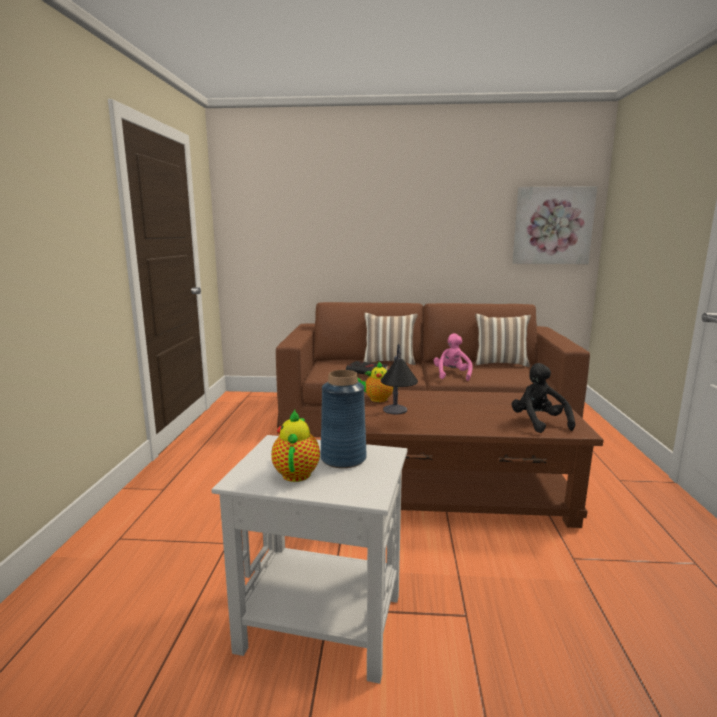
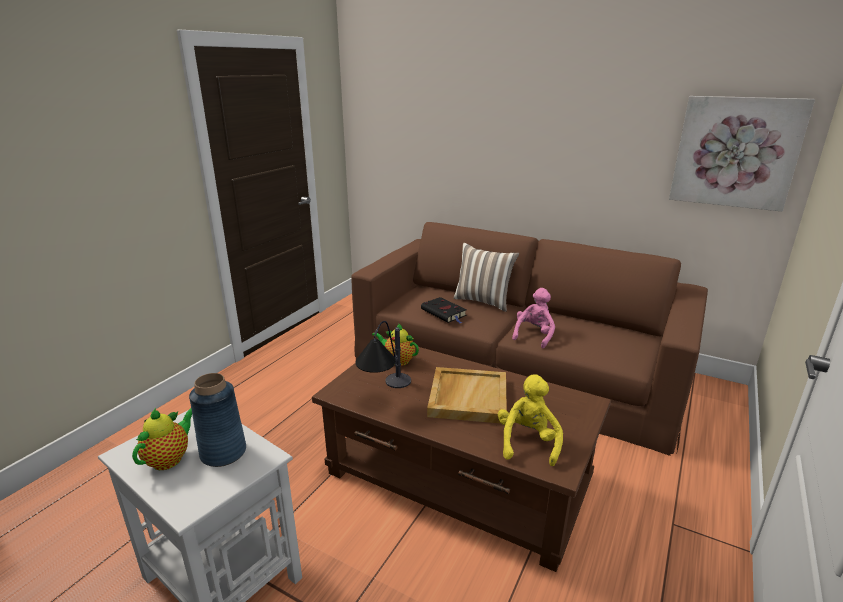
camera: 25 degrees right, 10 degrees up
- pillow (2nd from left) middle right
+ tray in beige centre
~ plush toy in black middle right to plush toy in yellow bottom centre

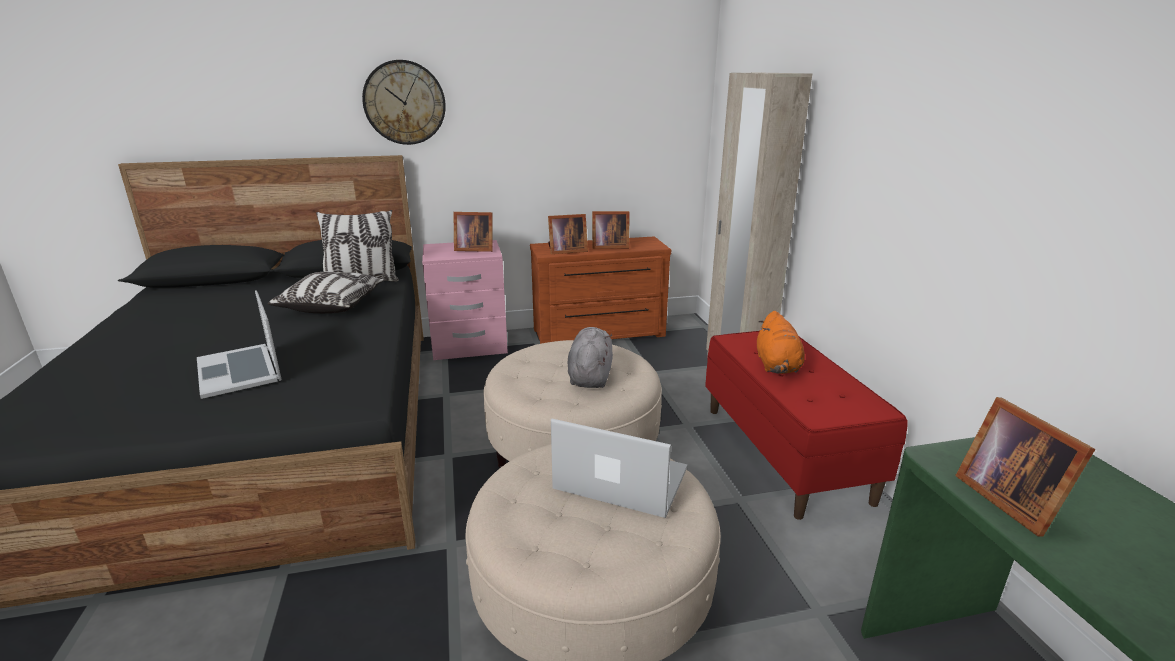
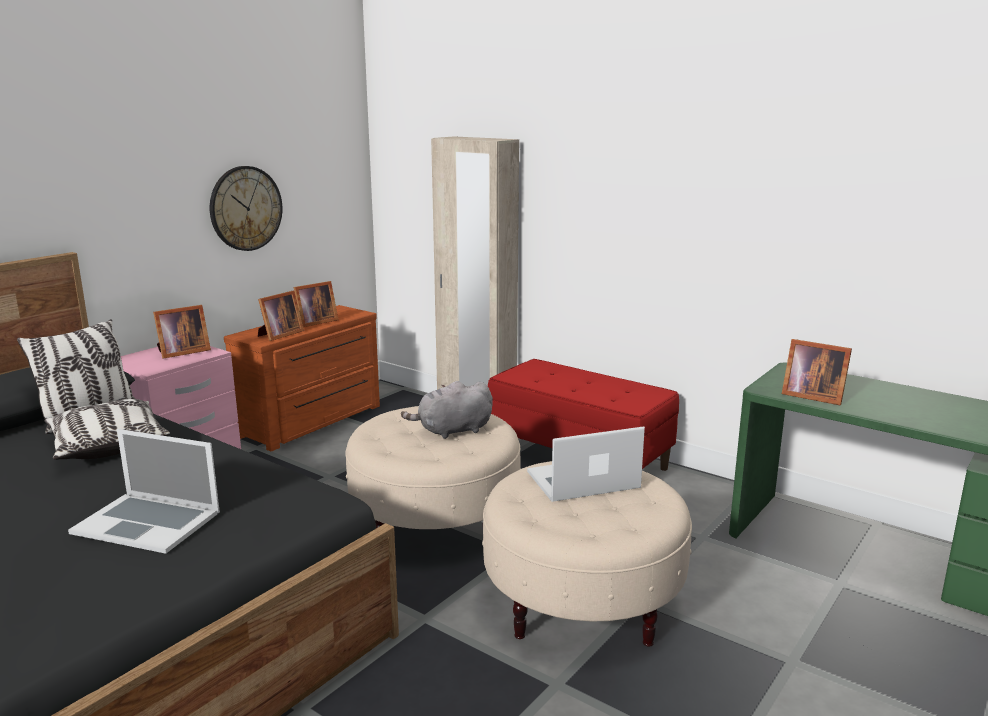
camera: 40 degrees left, 5 degrees down
- plush toy in orange centre
~ wall clock top centre to top left
~ plush toy in grey centre = centre 75 degrees counterclockwise

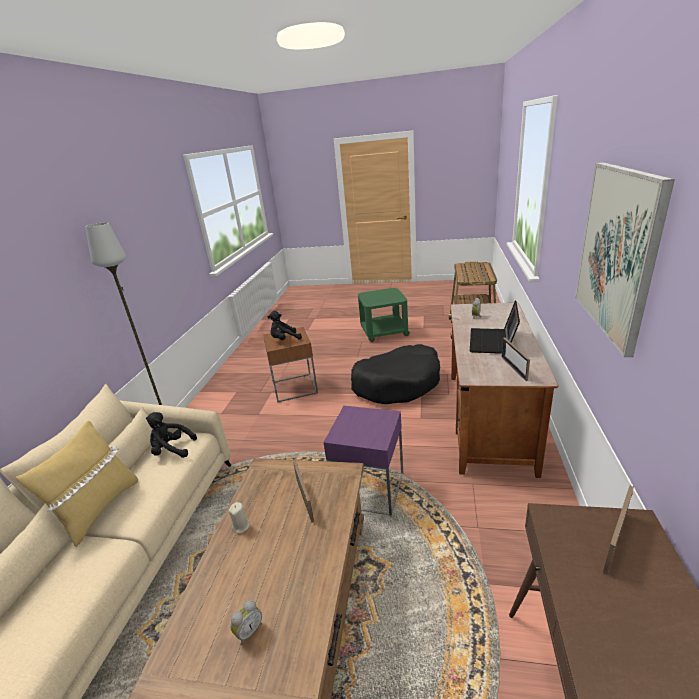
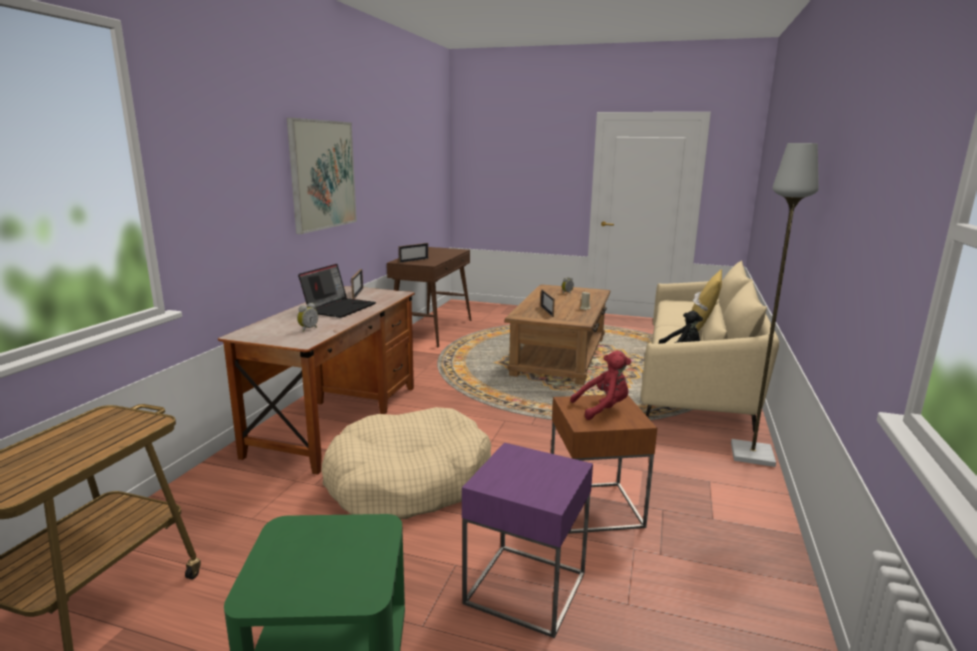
camera: 175 degrees left, 10 degrees down
~ side table in purple centre to bottom centre
~ plush toy in black (2nd from left) centre to plush toy in red centre
~ dog bed in black centre to dog bed in beige bottom centre

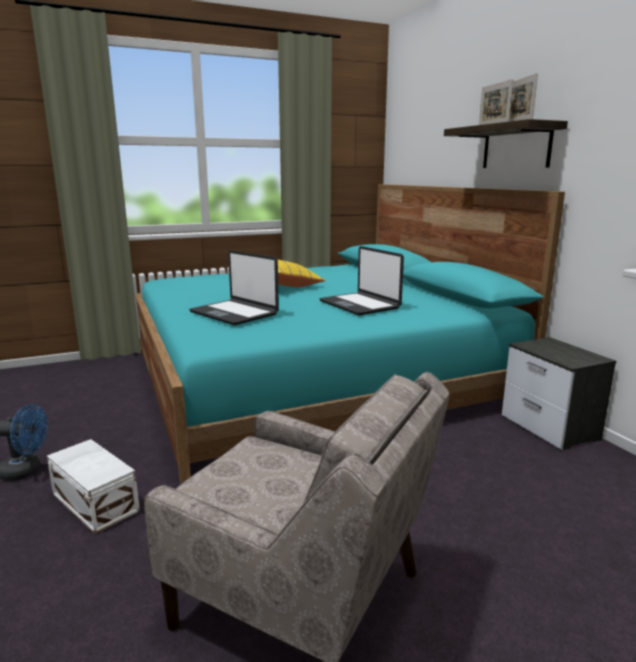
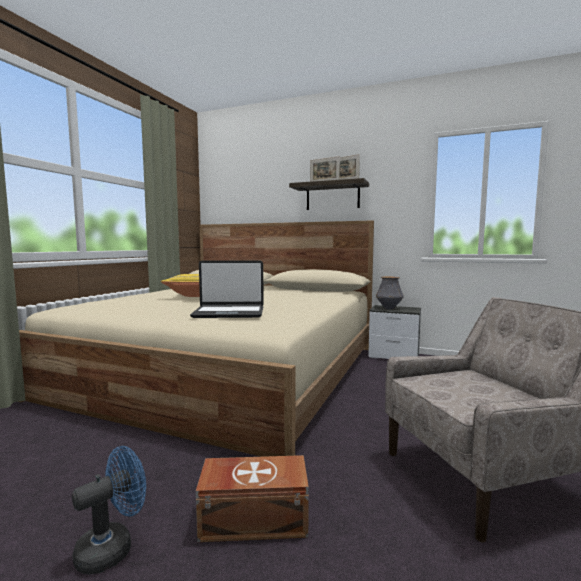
camera: 45 degrees left, 10 degrees down
- laptop (2nd from left) centre
+ vase middle right
~ storage box in white bottom left to storage box in brown bottom centre
~ bed in turquoise centre to bed in beige centre

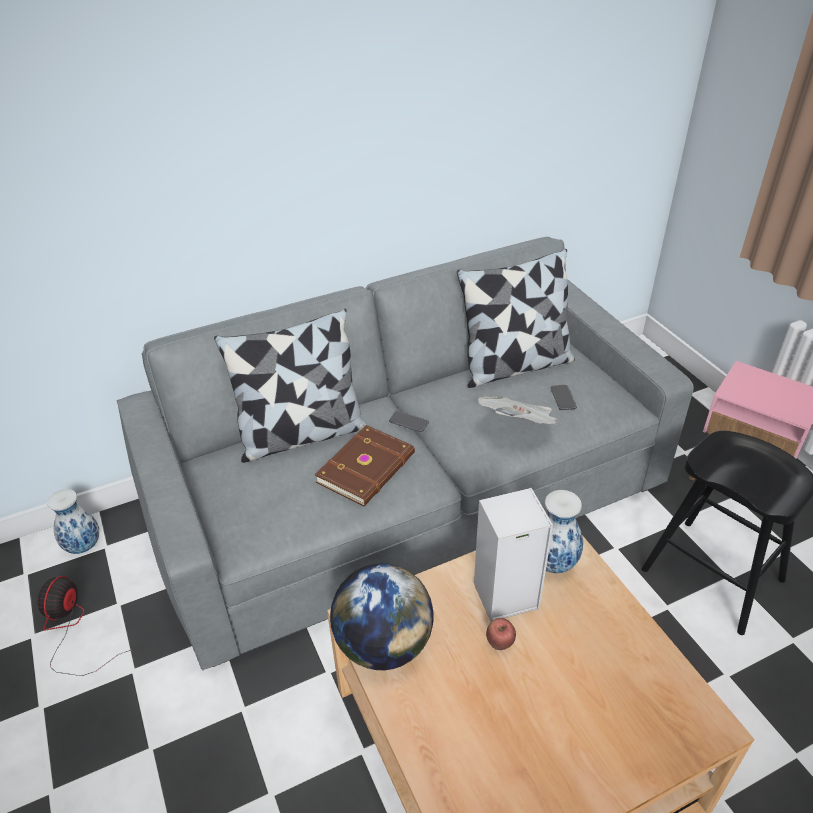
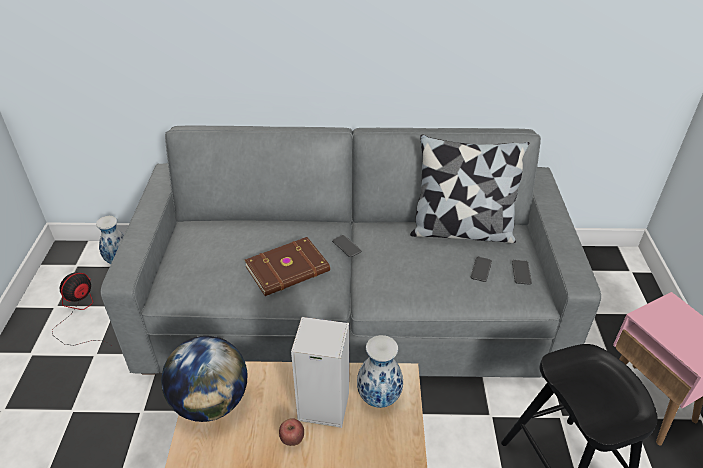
camera: 25 degrees right, 0 degrees up
- pillow (1st from left) centre
- newspaper centre
+ phone (3rd from left) middle right

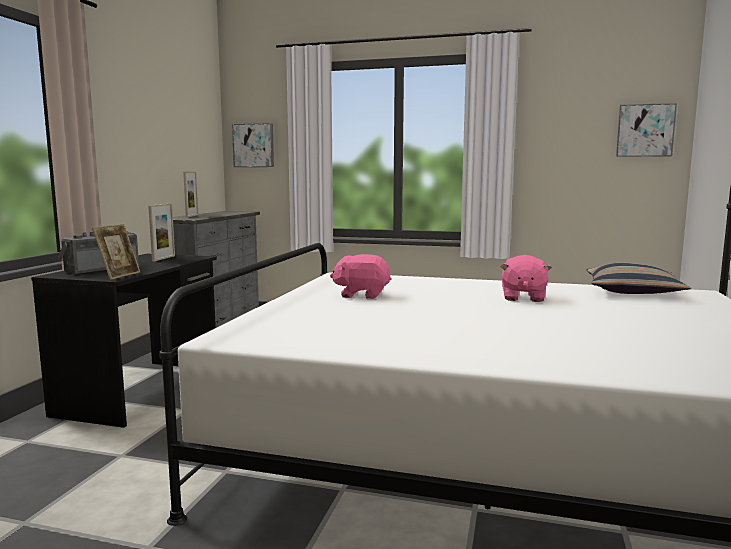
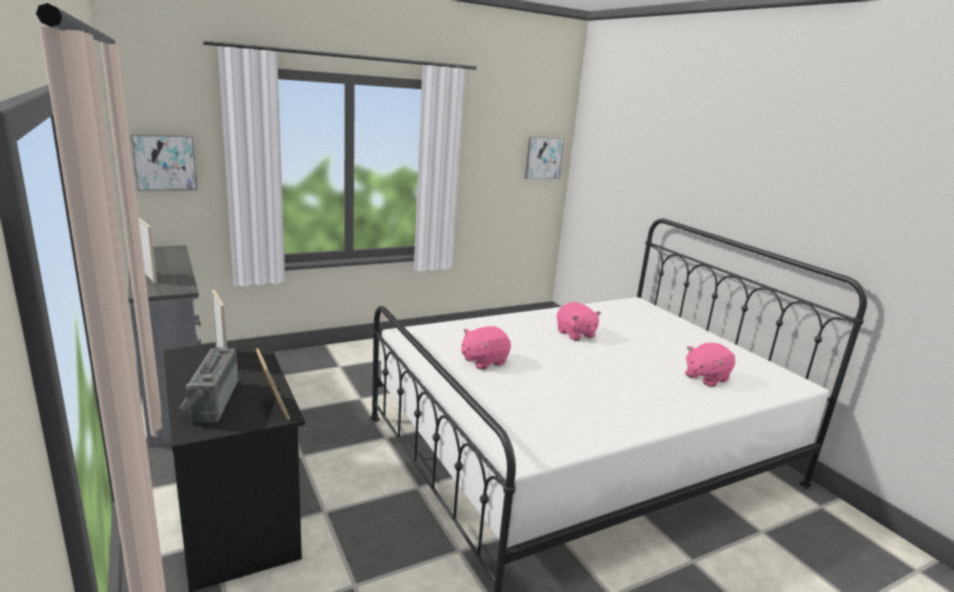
camera: 45 degrees left, 10 degrees up
- pillow middle right
+ plush toy in pink (3rd from left) middle right

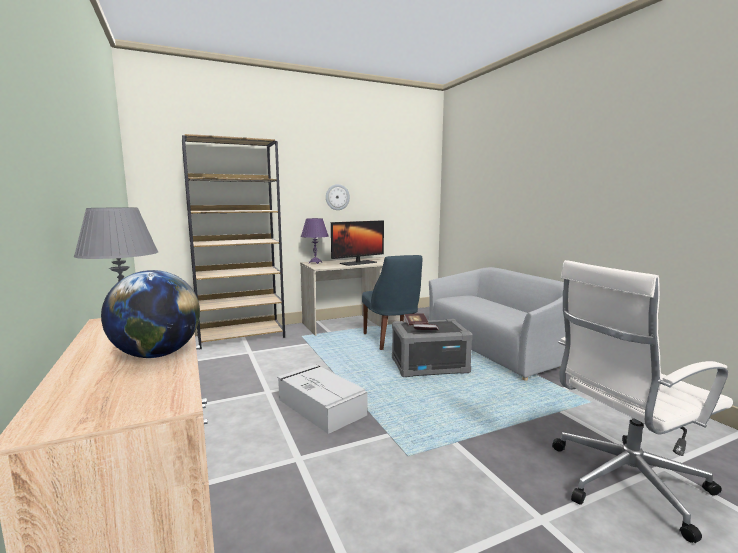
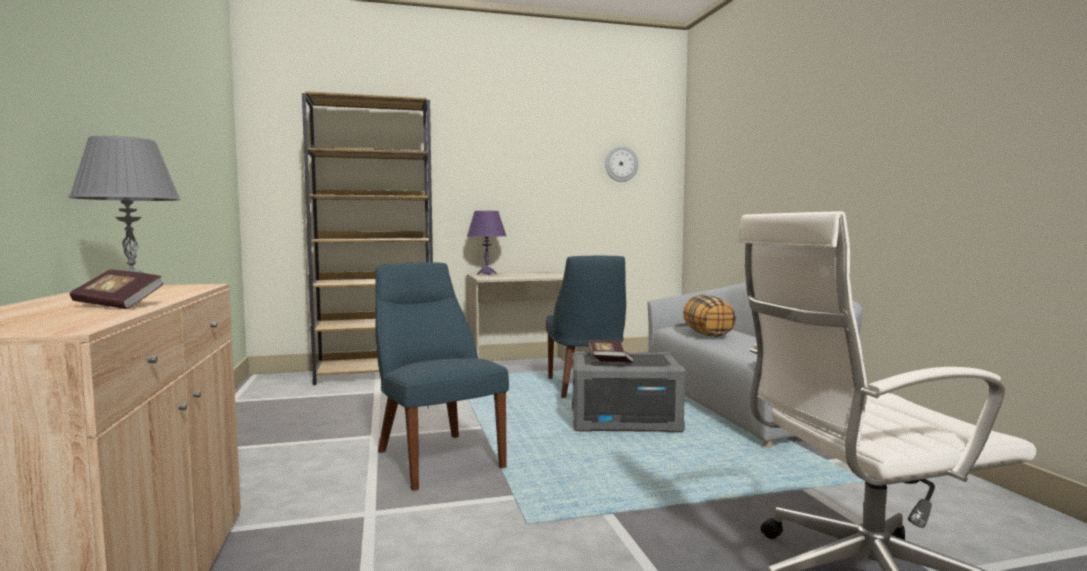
camera: 10 degrees right, 5 degrees down
- monitor centre
+ pillow centre
~ wall clock centre to top centre
~ globe middle left to book (1st from left) middle left
~ storage box in grey (1st from left) bottom centre to chair in blue (1st from left) centre

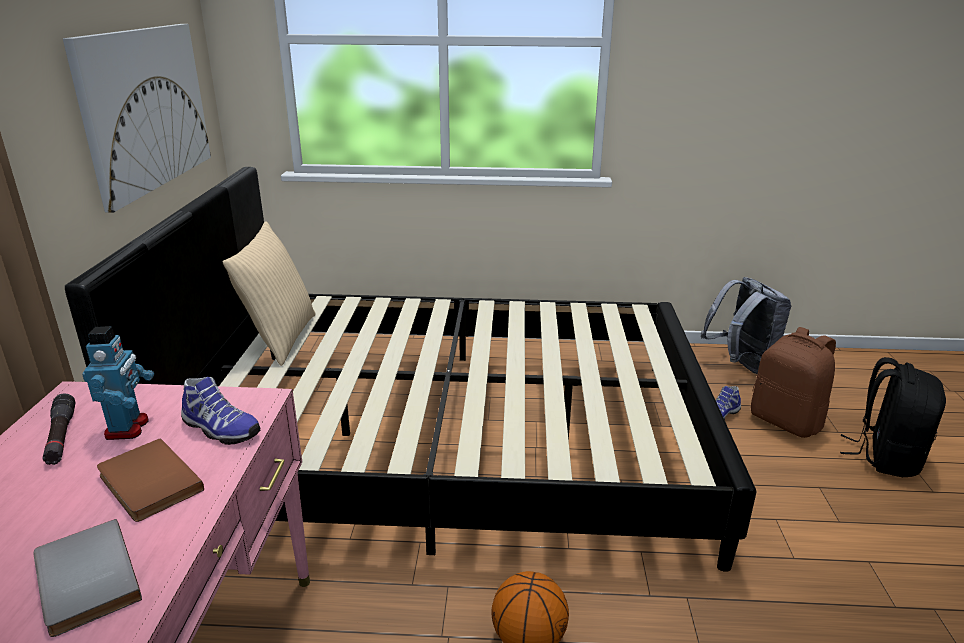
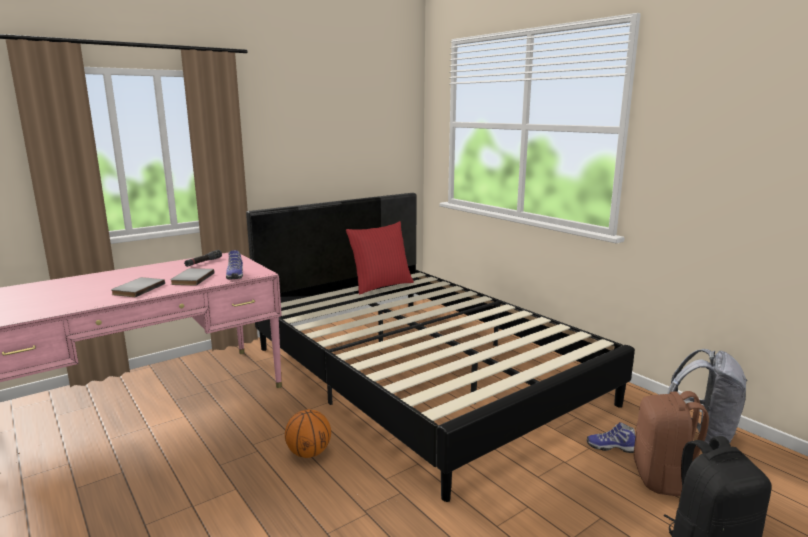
camera: 50 degrees right, 10 degrees down
- picture top left
- toy robot middle left
~ book in brown bottom left to book in grey (2nd from left) middle left
~ pillow in beige middle left to pillow in red centre

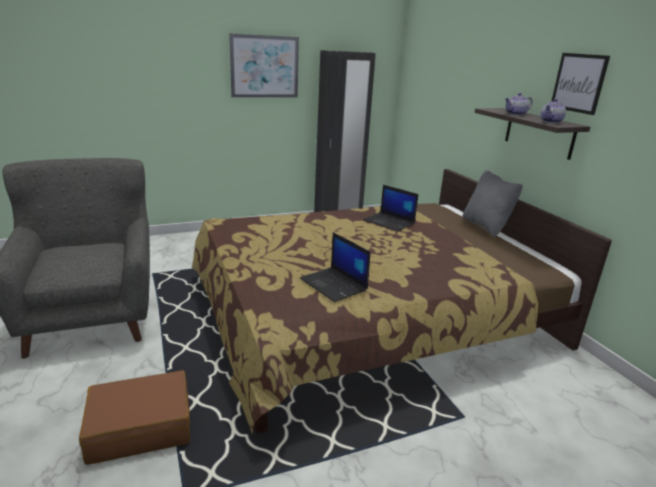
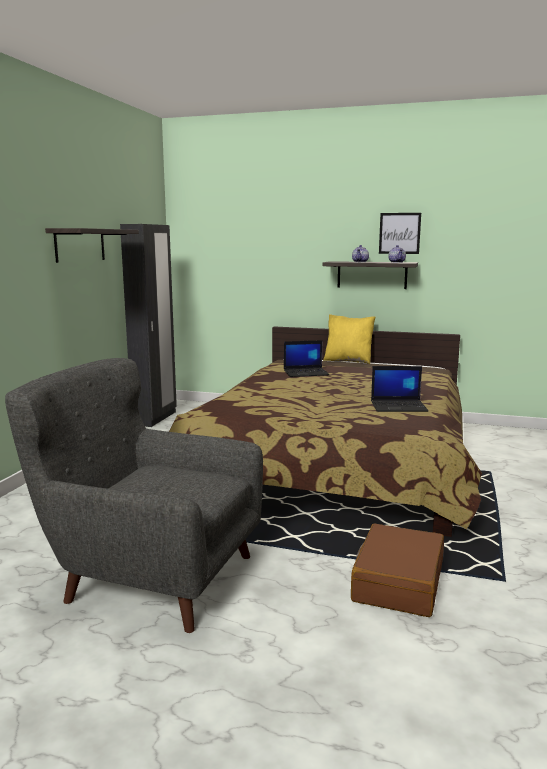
camera: 50 degrees left, 10 degrees down
~ picture (1st from left) top centre to shelf (1st from left) top left
~ pillow in grey middle right to pillow in yellow centre

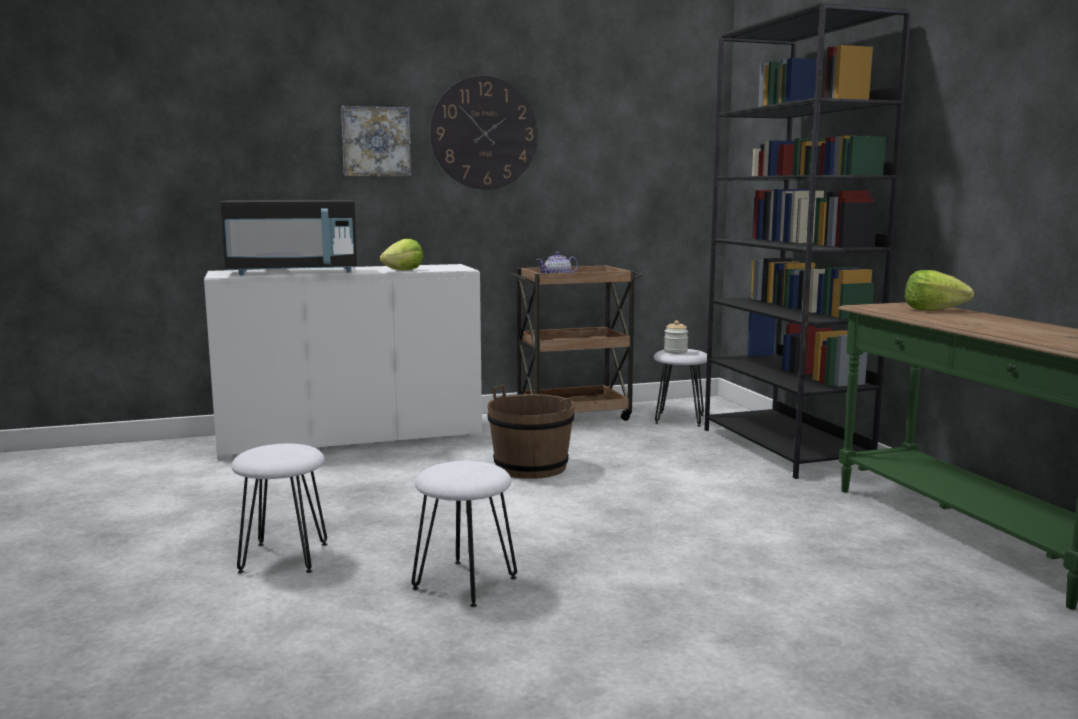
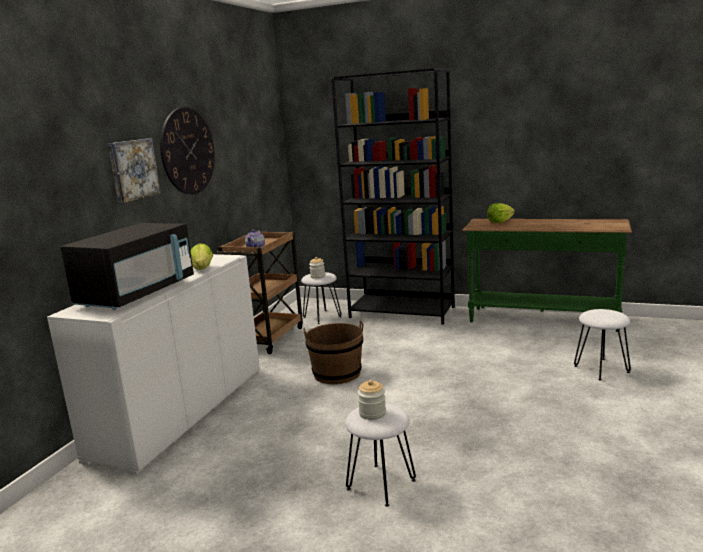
camera: 50 degrees left, 5 degrees up
+ jar (2nd from left) bottom centre
~ stool in white (2nd from left in the first image) bottom centre to stool in white (3rd from left) middle right

